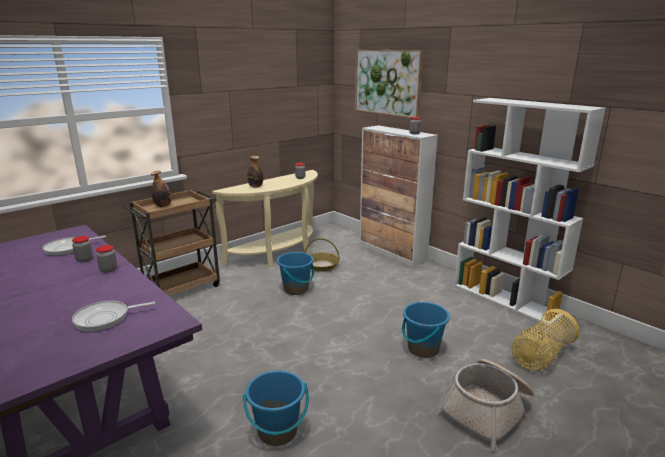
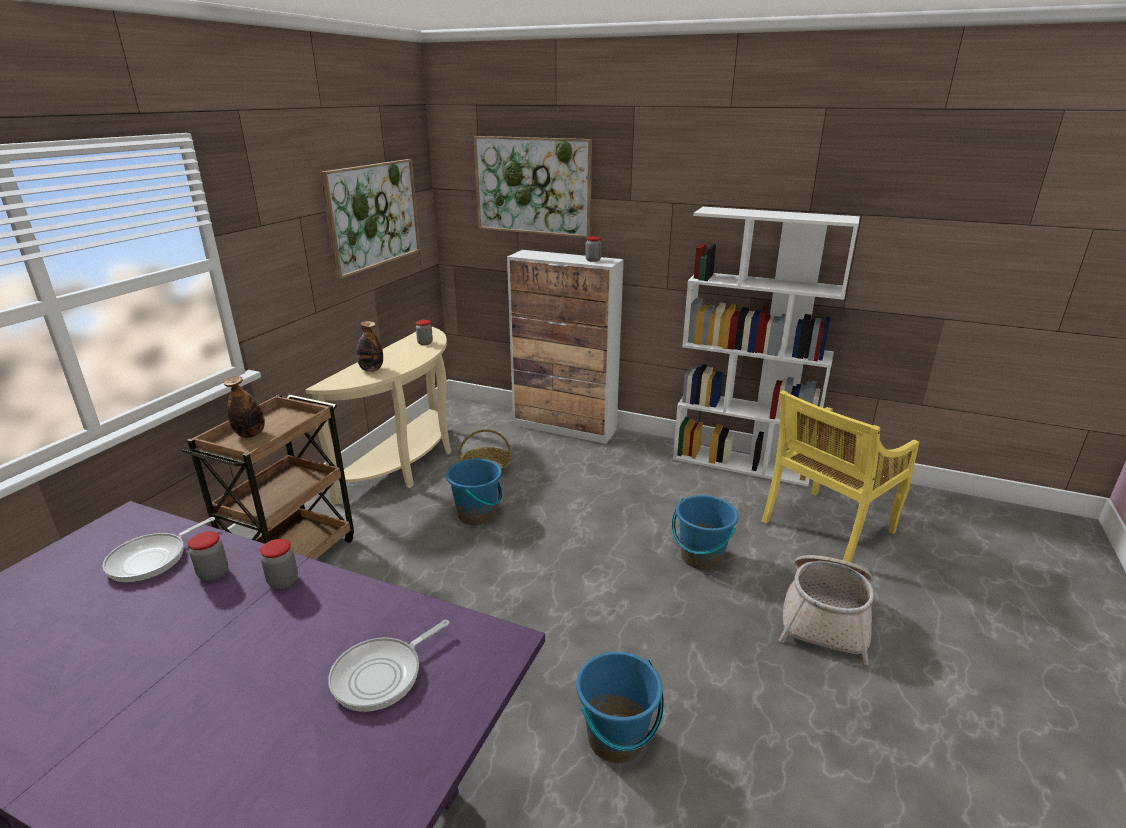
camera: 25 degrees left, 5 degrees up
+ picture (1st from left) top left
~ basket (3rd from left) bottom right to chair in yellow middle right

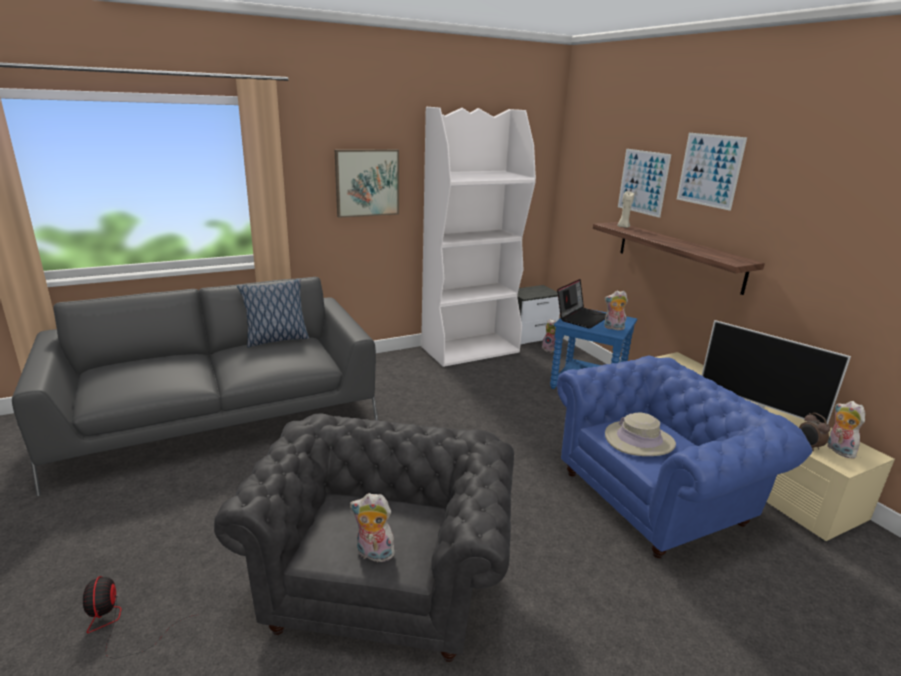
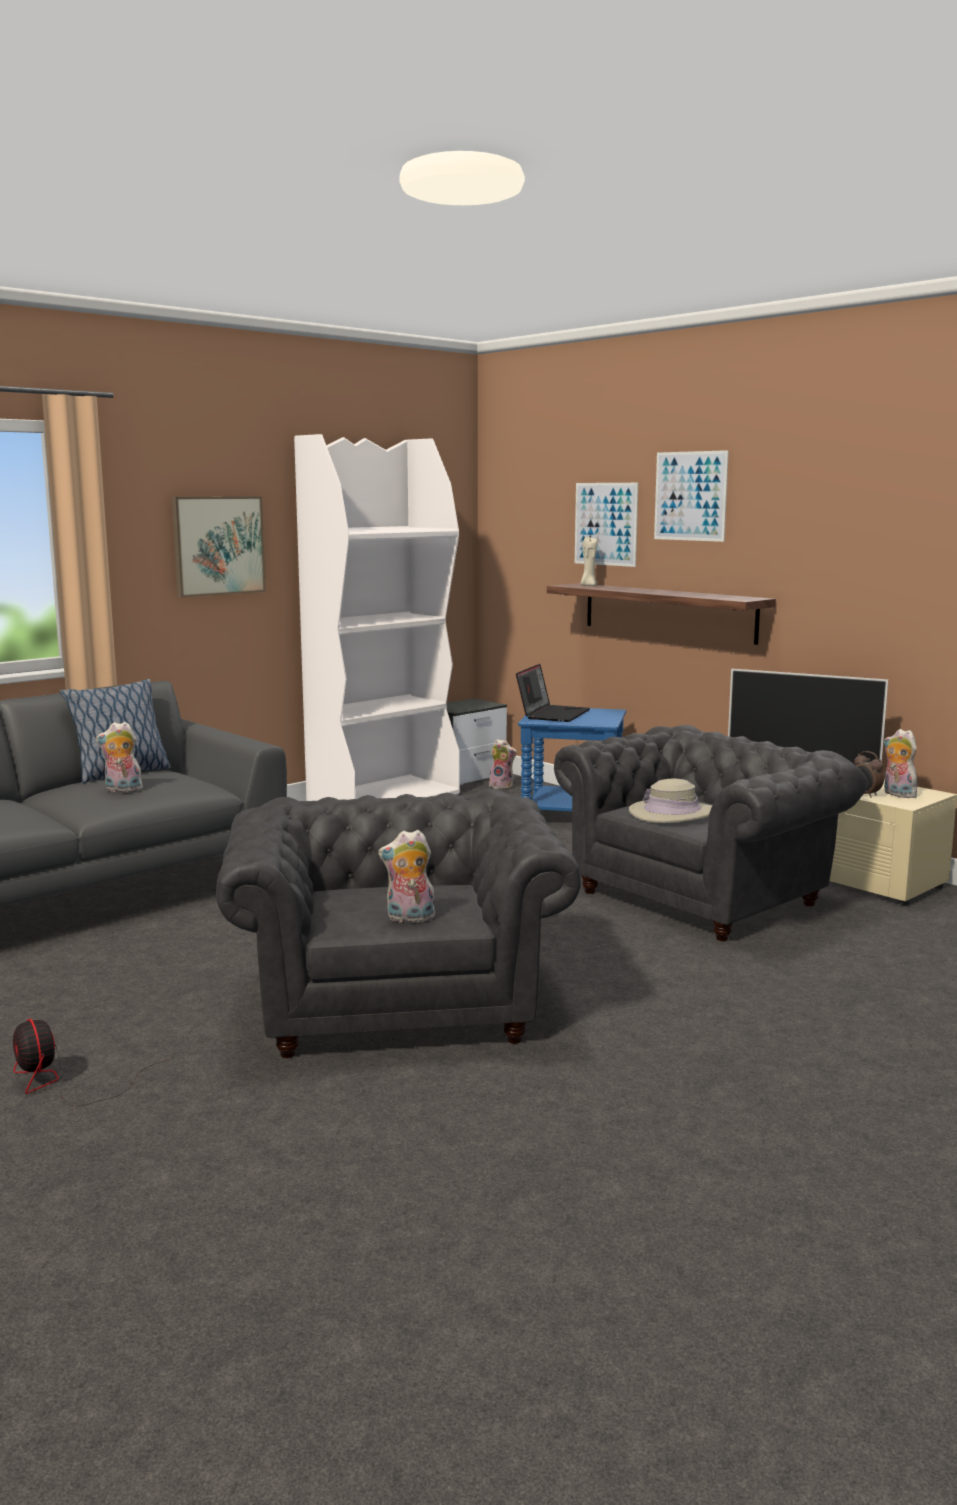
camera: 15 degrees left, 10 degrees down
~ plush toy (3rd from left in the first image) middle right to plush toy (1st from left) middle left
~ armchair in blue bottom right to armchair in grey (2nd from left) middle right

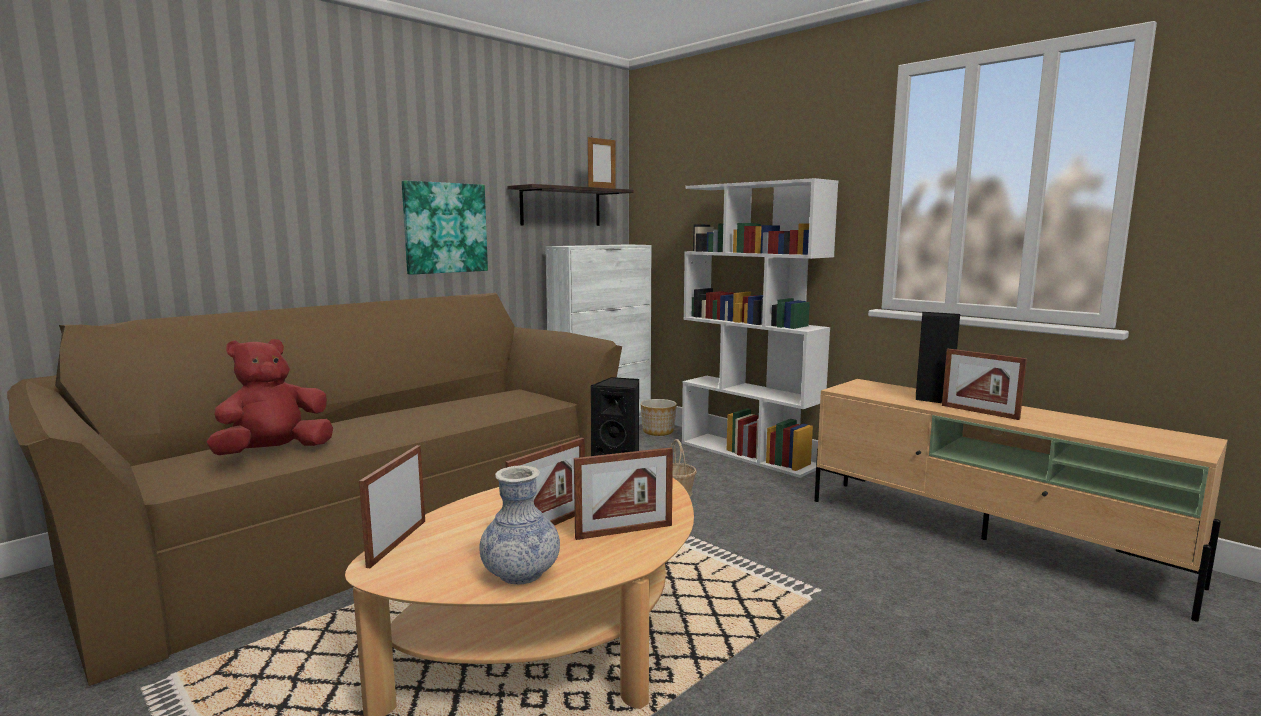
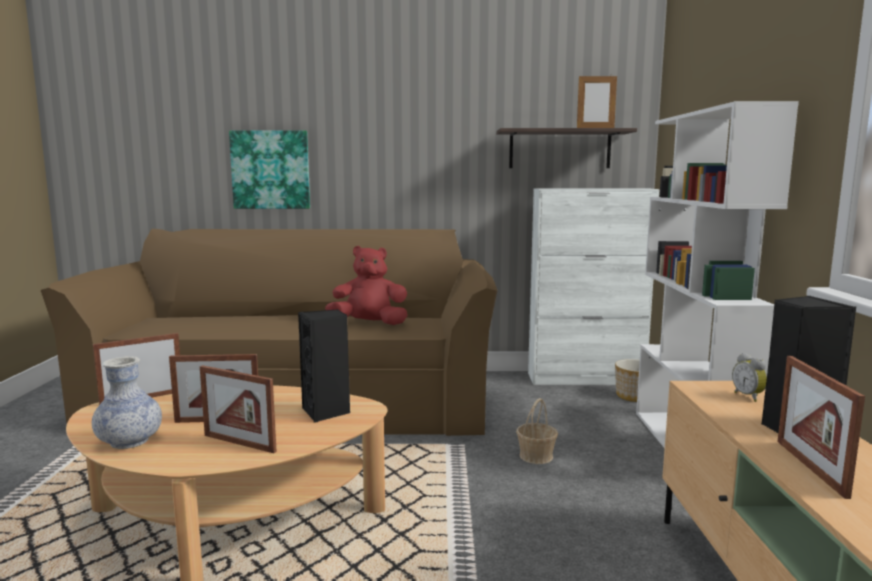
camera: 45 degrees right, 0 degrees up
+ alarm clock middle right
~ plush toy in red middle left to centre
~ picture top centre to top left

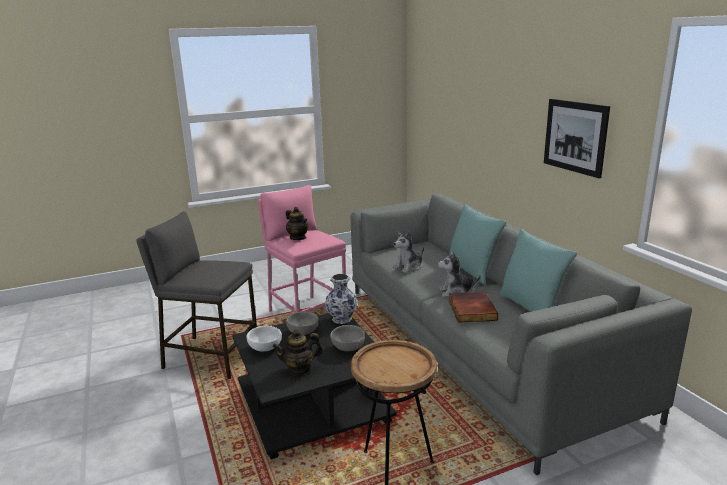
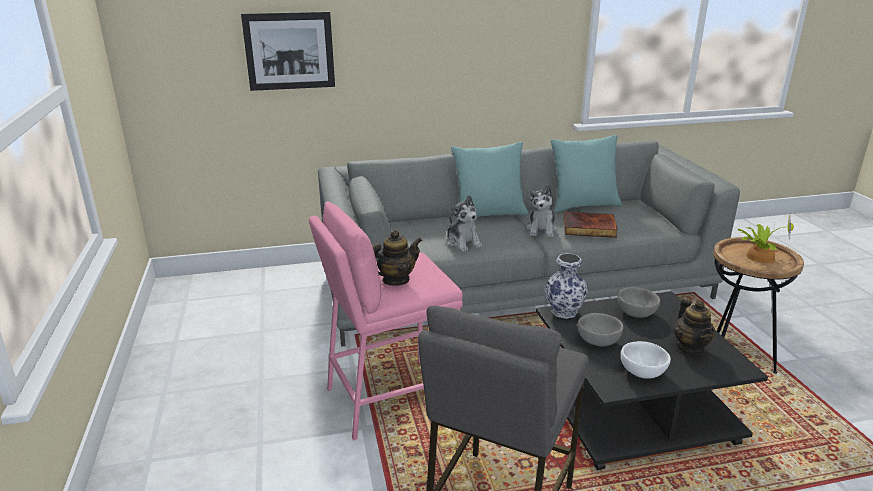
camera: 80 degrees left, 5 degrees up
+ potted plant middle right
~ picture top right to top left

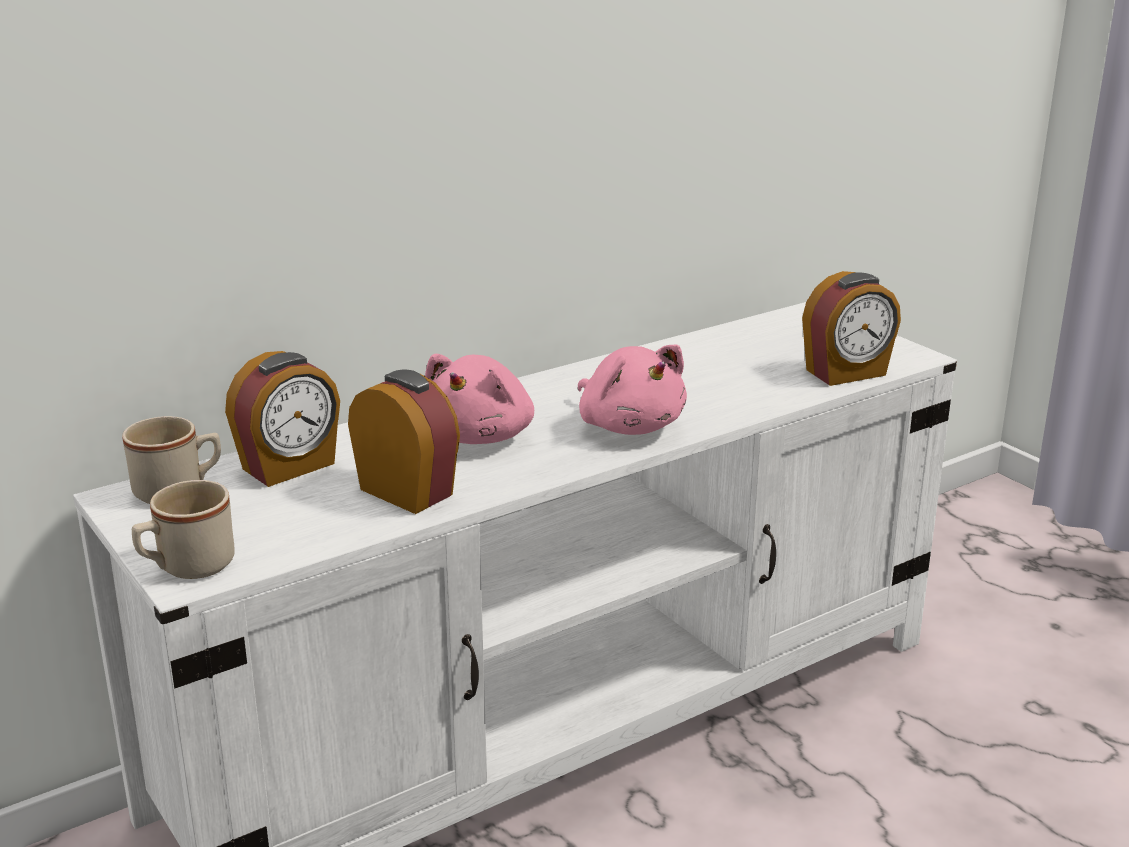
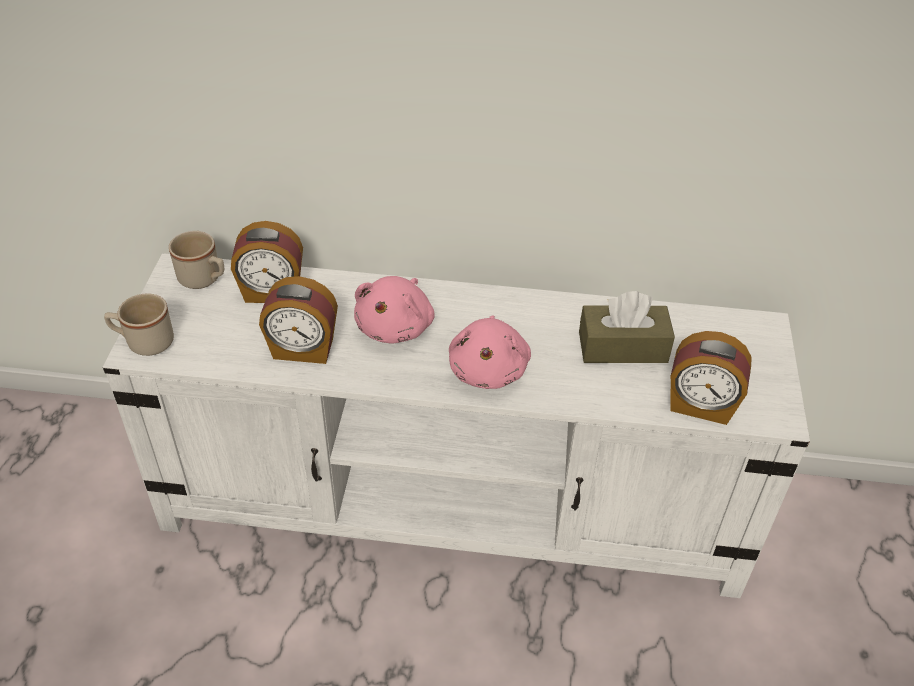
camera: 40 degrees right, 20 degrees up
+ tissue box in brown middle right
~ alarm clock (2nd from left) centre = middle left 105 degrees clockwise
~ plush toy in pink (1st from left) centre = centre 45 degrees counterclockwise

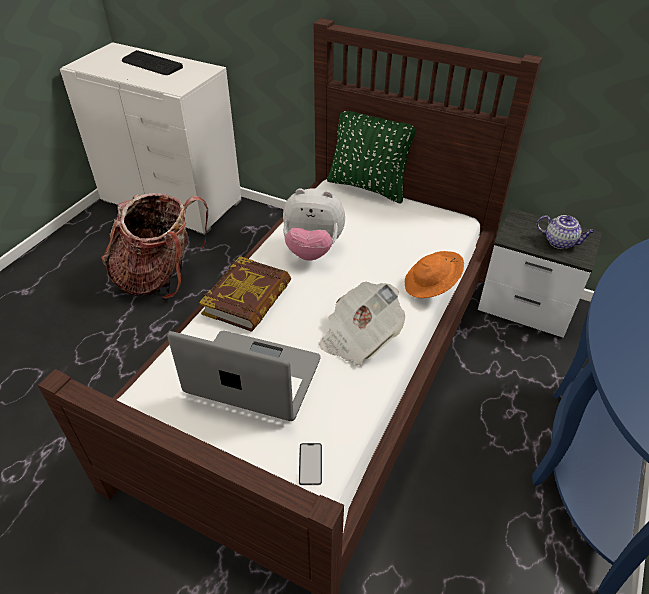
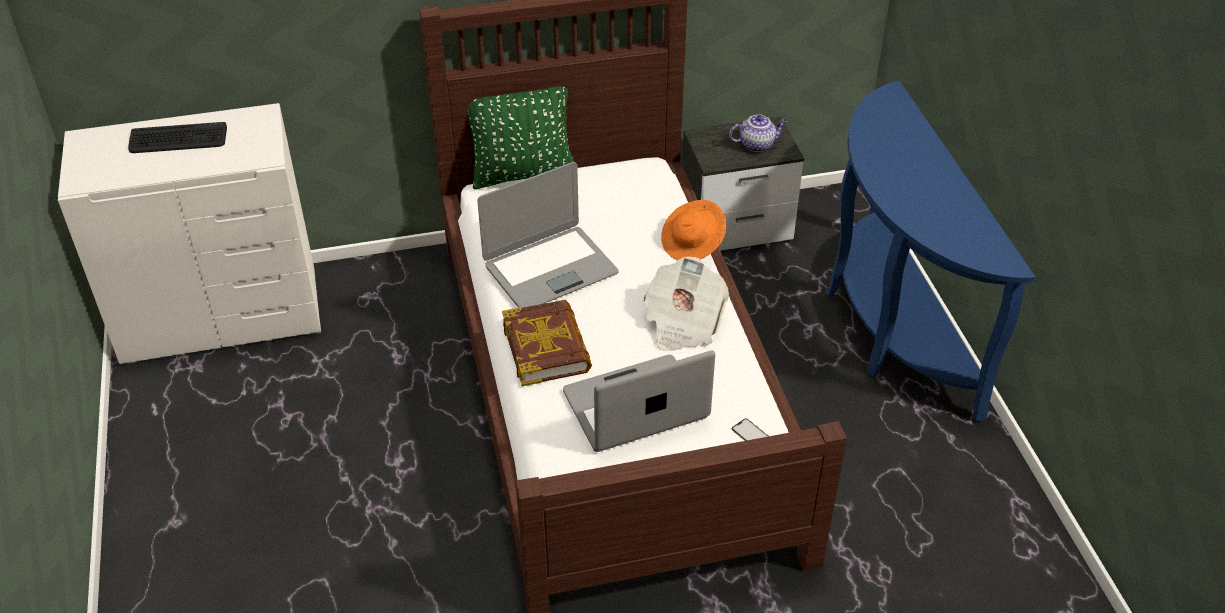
camera: 40 degrees left, 0 degrees up
- backpack middle left
~ plush toy centre to laptop (1st from left) centre

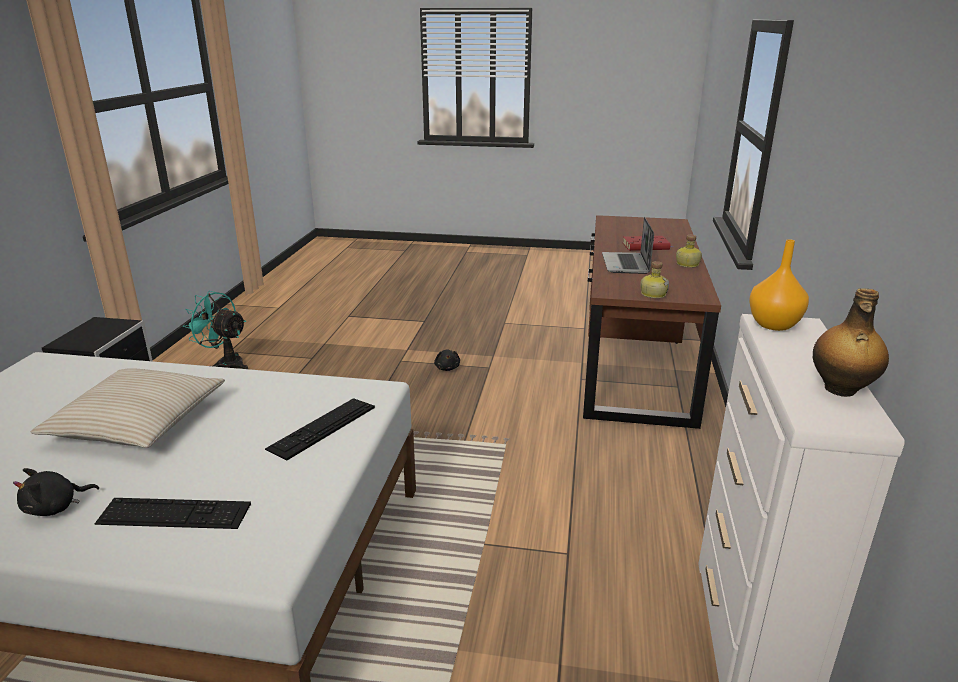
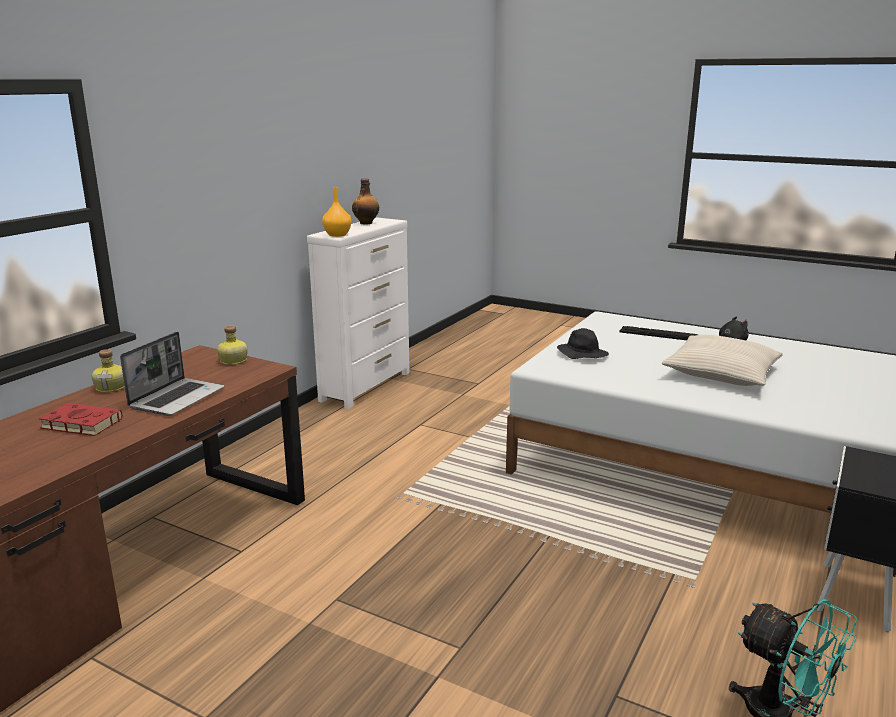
camera: 160 degrees left, 5 degrees down
- plush toy in black (2nd from left) centre
~ keyboard (2nd from left) centre to hat in black centre

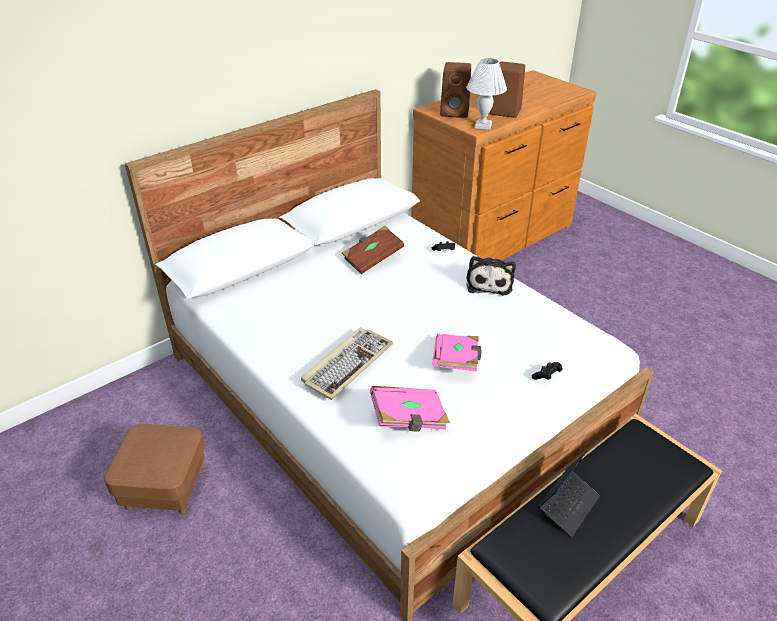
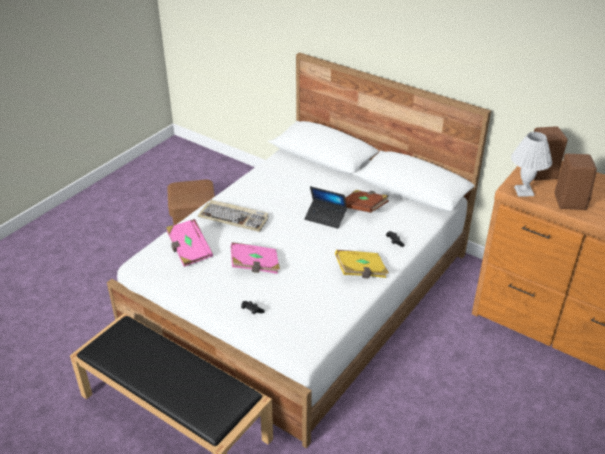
camera: 75 degrees right, 0 degrees up
~ laptop bottom right to centre
~ plush toy centre to book in yellow centre

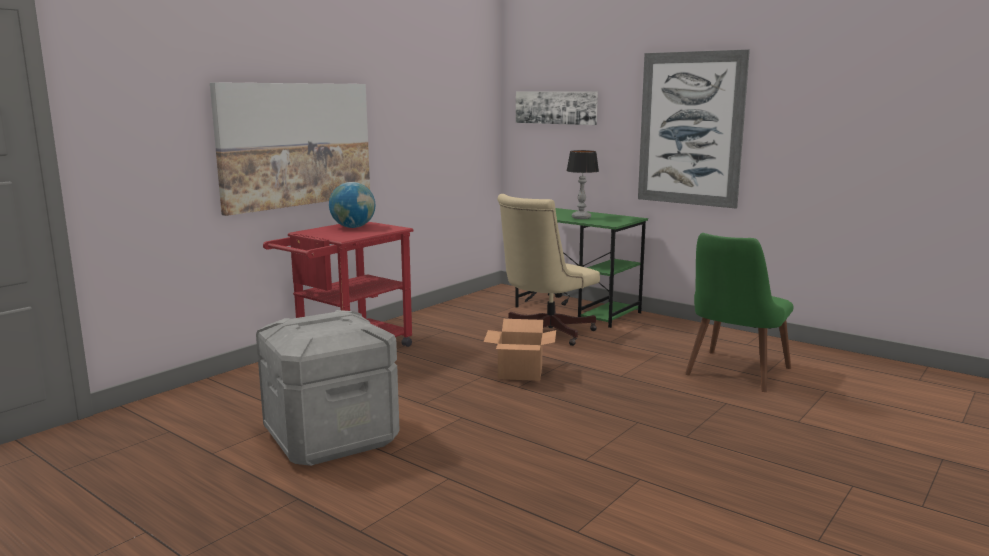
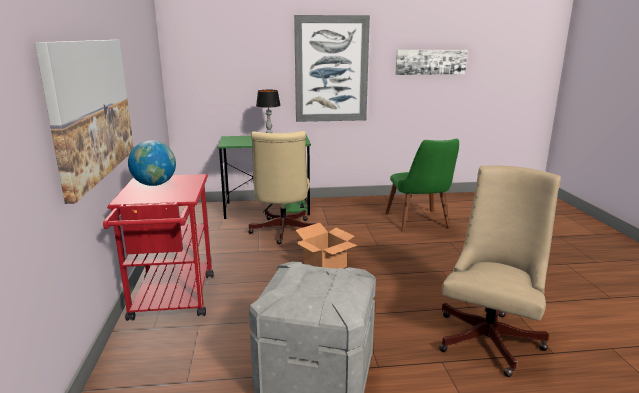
camera: 45 degrees left, 5 degrees up
+ office chair in beige (2nd from left) bottom right
~ picture (2nd from left in the first image) top centre to picture (3rd from left) top right

